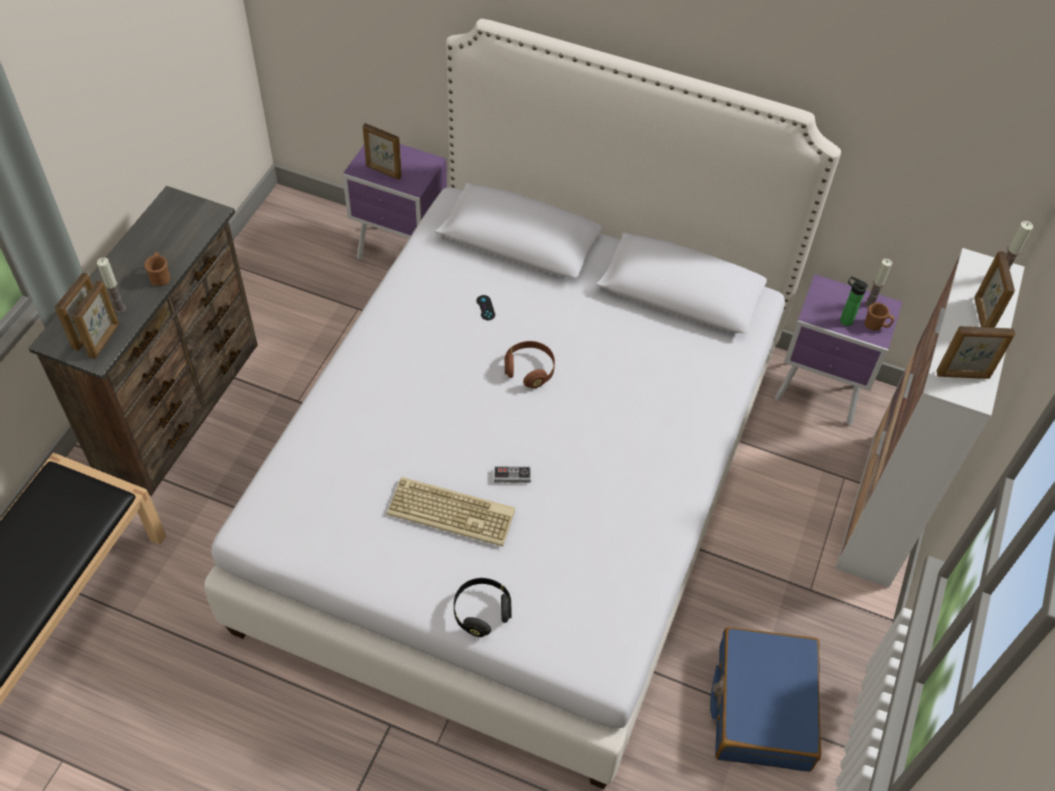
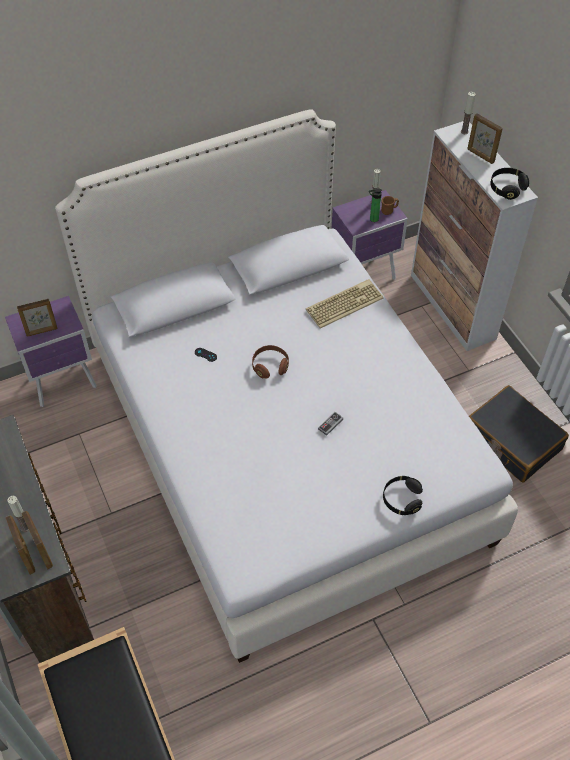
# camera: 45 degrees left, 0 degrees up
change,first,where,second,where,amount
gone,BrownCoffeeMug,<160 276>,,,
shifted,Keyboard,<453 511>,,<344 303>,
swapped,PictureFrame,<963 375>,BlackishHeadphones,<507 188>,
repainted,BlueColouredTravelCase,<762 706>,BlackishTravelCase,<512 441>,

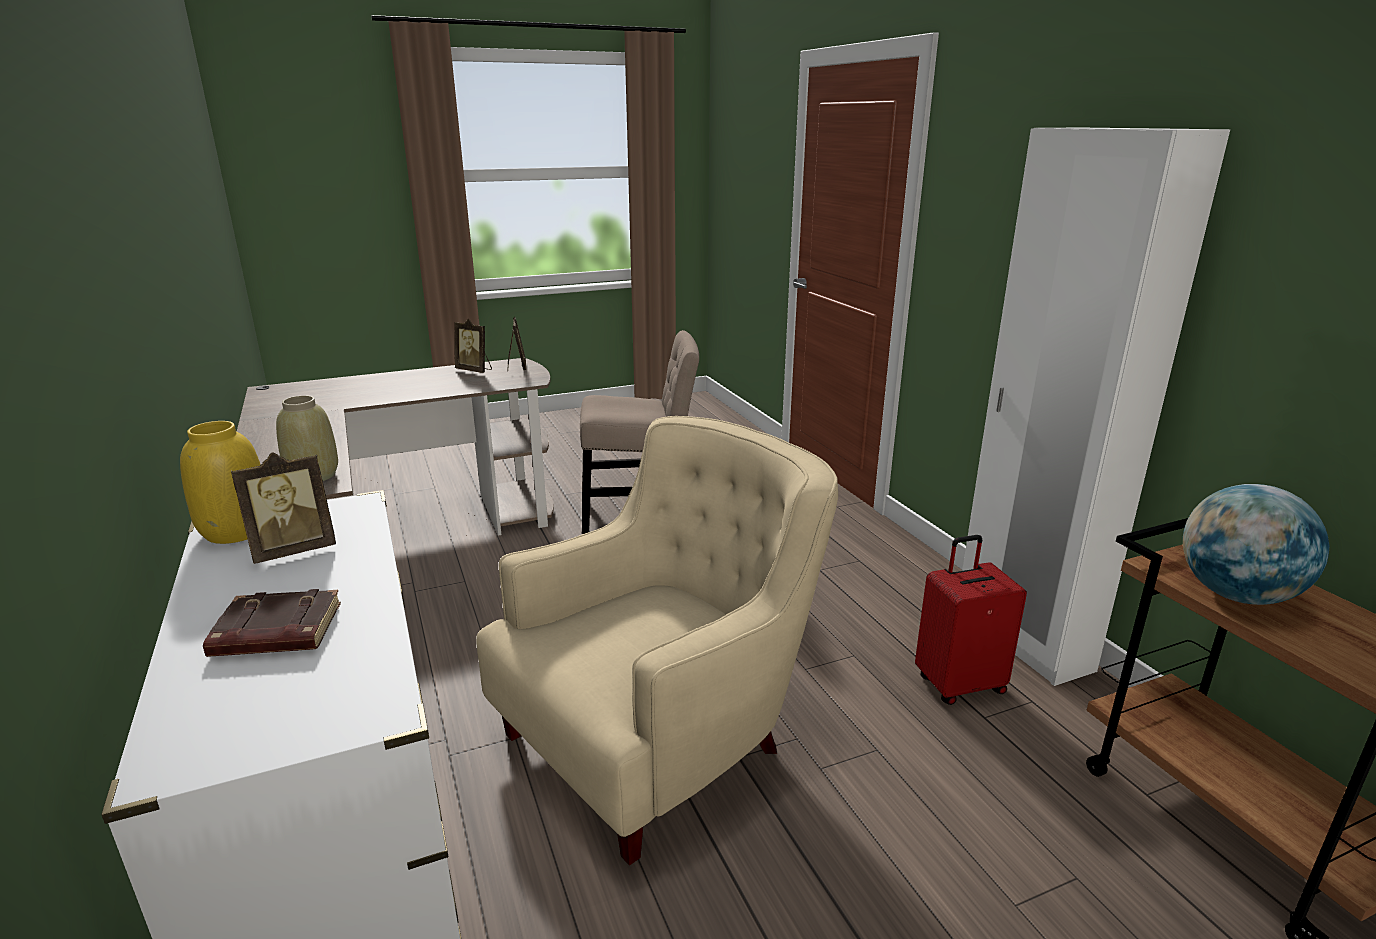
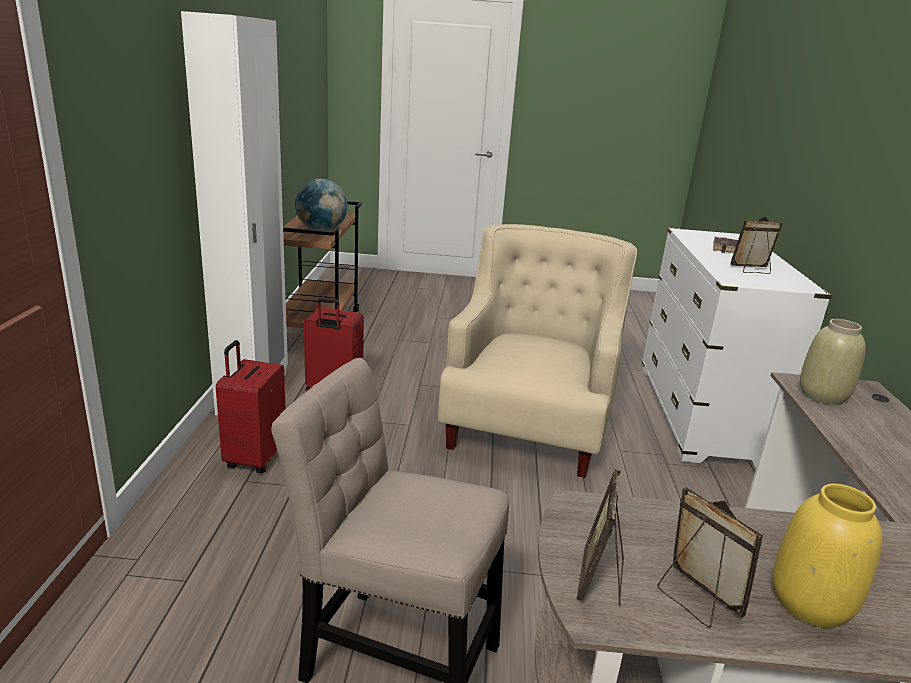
# camera: 155 degrees left, 0 degrees up
change,first,where,second,where,amount
new,,,RedColouredTravelCase,<254 458>,
shifted,YellowishVase,<238 530>,,<809 603>,
rotated,BeigeColouredLoungeChair,<662 735>,,<528 424>,120 degrees clockwise

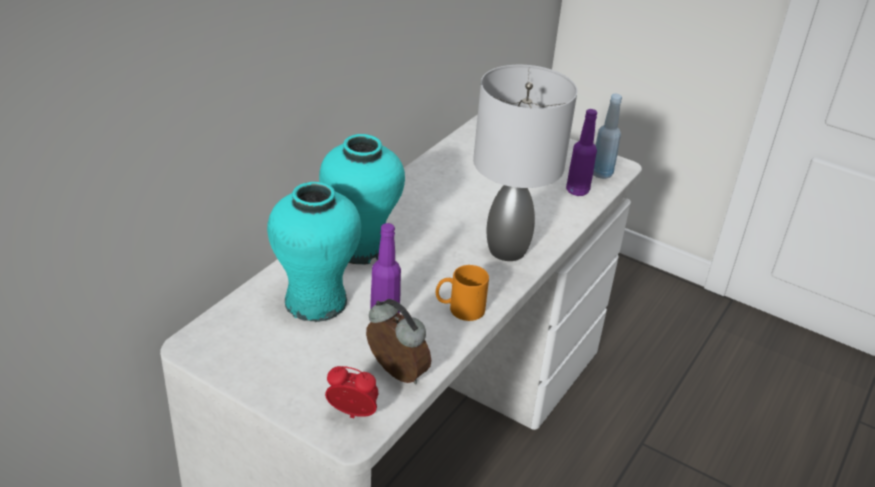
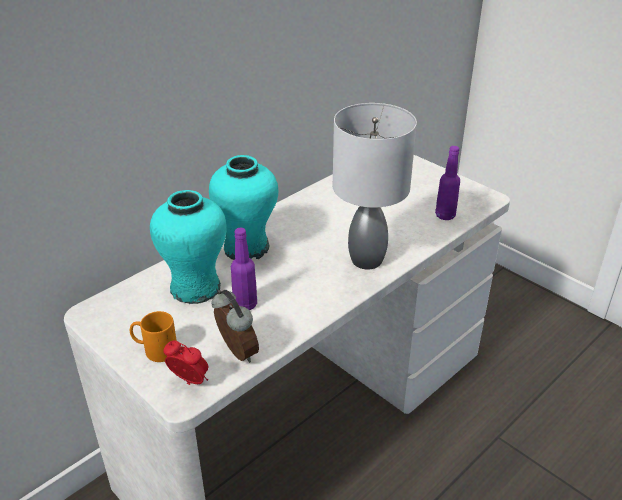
# camera: 15 degrees right, 0 degrees up
change,first,where,second,where,amount
gone,BlueColouredDrinkBottle,<601 174>,,,
shifted,OrangeCoffeeMug,<459 309>,,<154 350>,

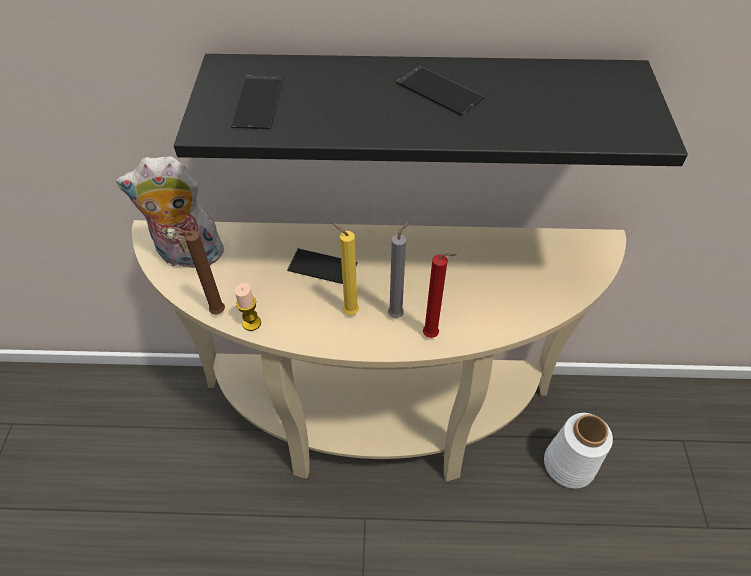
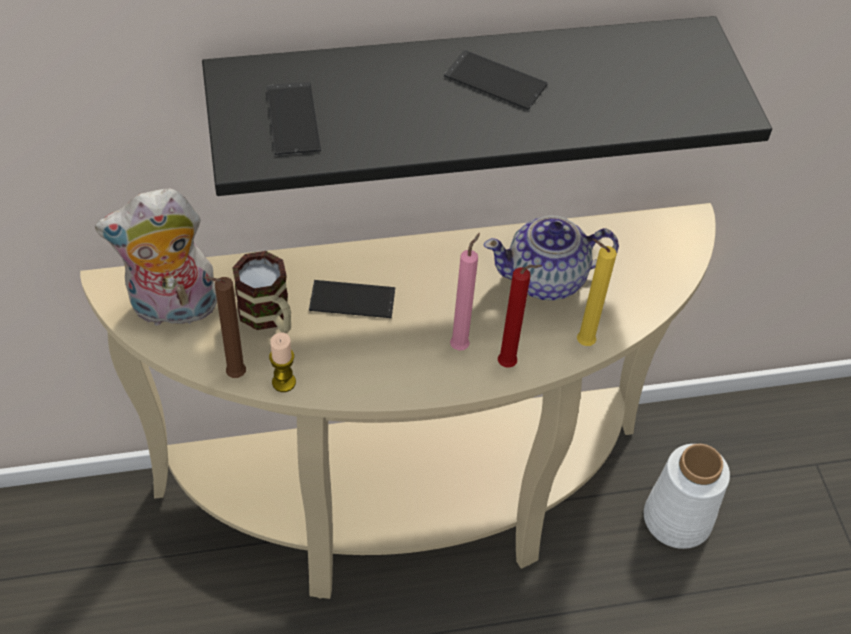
# camera: 15 degrees left, 0 degrees up
change,first,where,second,where,amount
new,,,CoffeeMug,<269 317>,
new,,,Teapot,<547 279>,
shifted,YellowishWaxLight,<348 311>,,<581 342>,
repainted,GreyishWaxLight,<397 314>,PinkWaxLight,<461 345>,

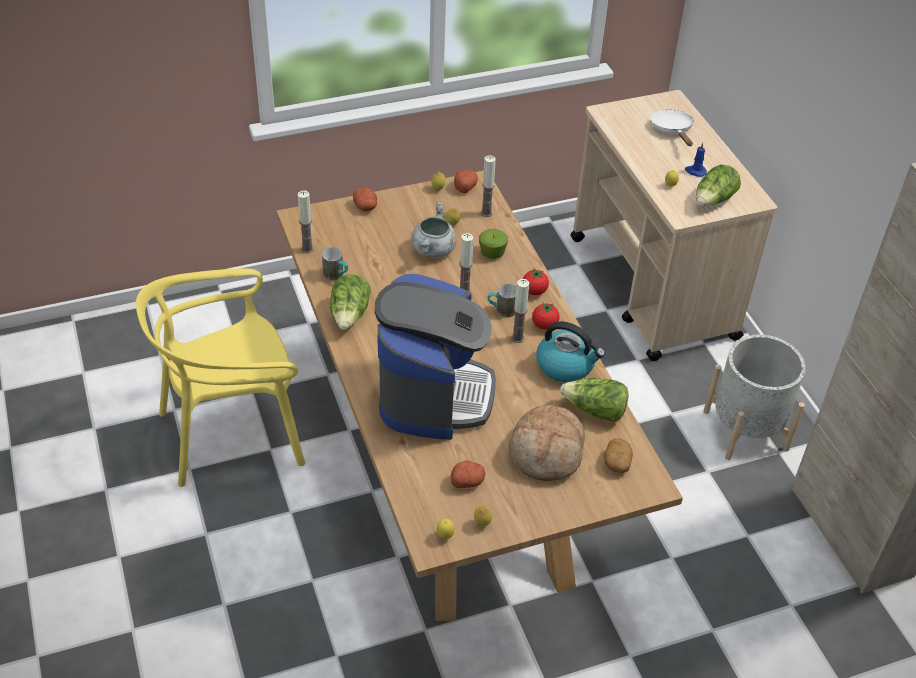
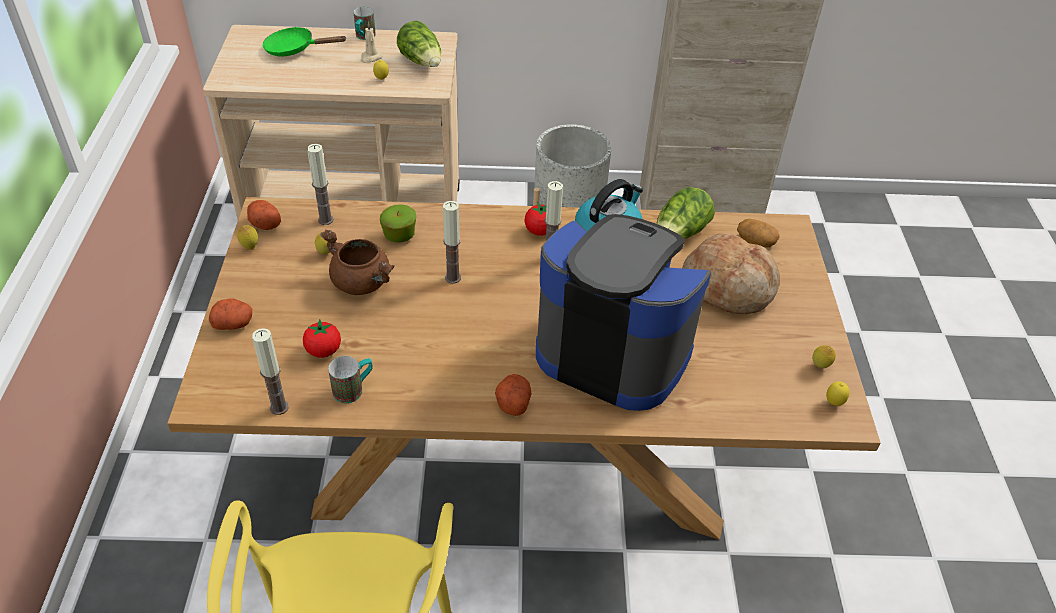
# camera: 70 degrees left, 0 degrees up
change,first,where,second,where,amount
gone,LettuceHead,<350 315>,,,
shifted,Potato,<467 481>,,<512 402>,
shifted,CoffeeMug,<501 310>,,<364 37>,
shifted,FreshTomato,<534 291>,,<323 350>,
repainted,GreyishStockpot,<434 250>,BrownStockpot,<363 283>,
repainted,WhitishFryingPan,<672 130>,GreenishFryingPan,<295 49>,
repainted,BlueColouredWaxLight,<695 171>,BeigeColouredWaxLight,<370 58>,

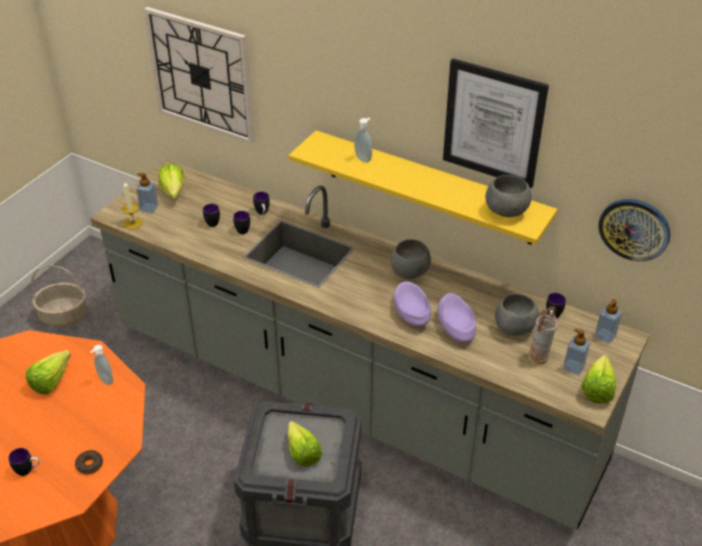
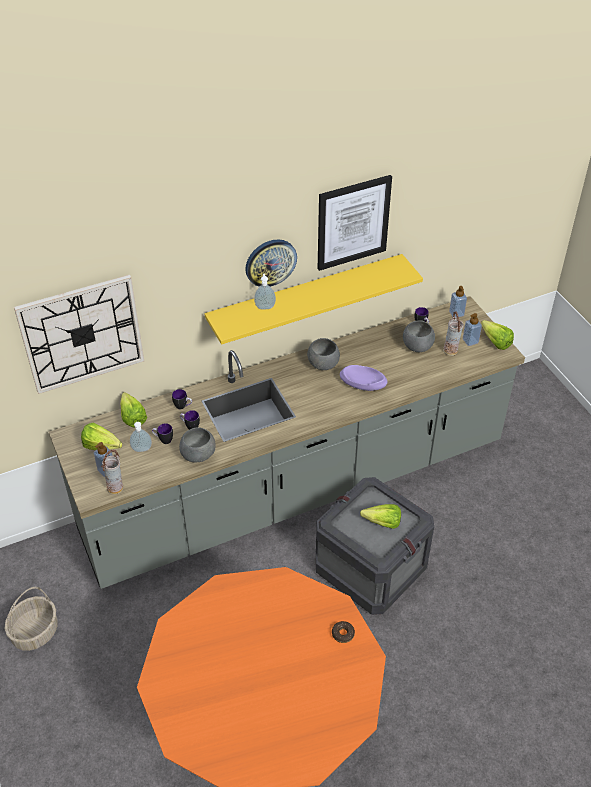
# camera: 55 degrees left, 5 degrees up
change,first,where,second,where,amount
gone,CoffeeMug,<28 470>,,,
gone,PurplishServingBowl,<455 327>,,,
shifted,LettuceHead,<55 379>,,<132 415>,
shifted,SoapBottle,<105 380>,,<142 450>,
shifted,GreyishServingBowl,<506 212>,,<198 455>,
shifted,ClockOnTheWall,<634 229>,,<270 262>,
swapped,WaxLight,<133 223>,Vase,<115 488>,

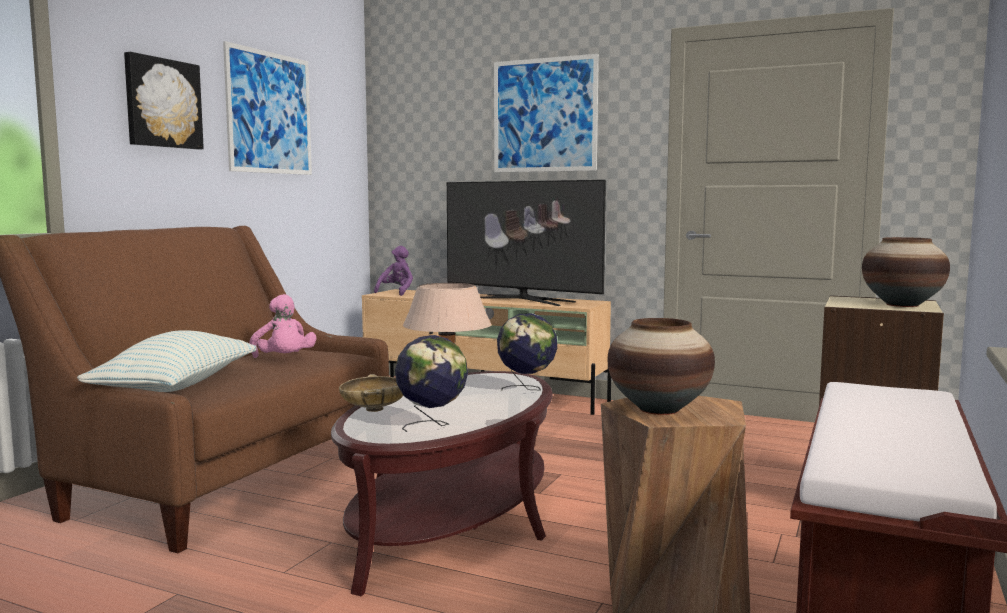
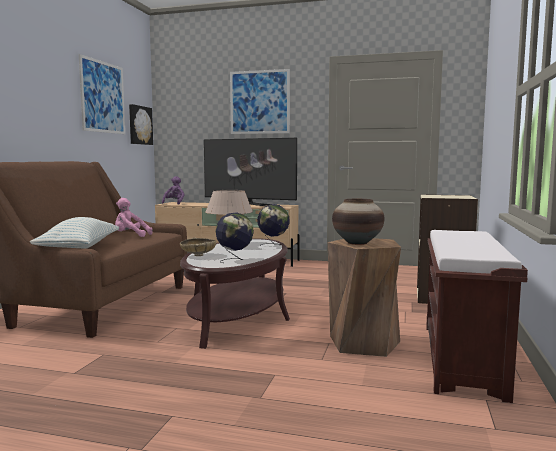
# camera: 10 degrees left, 0 degrees up
change,first,where,second,where,amount
gone,Vase,<902 305>,,,
shifted,WallPicture,<162 103>,,<139 125>,
rotated,PinkPlushToy,<284 360>,,<130 236>,135 degrees clockwise

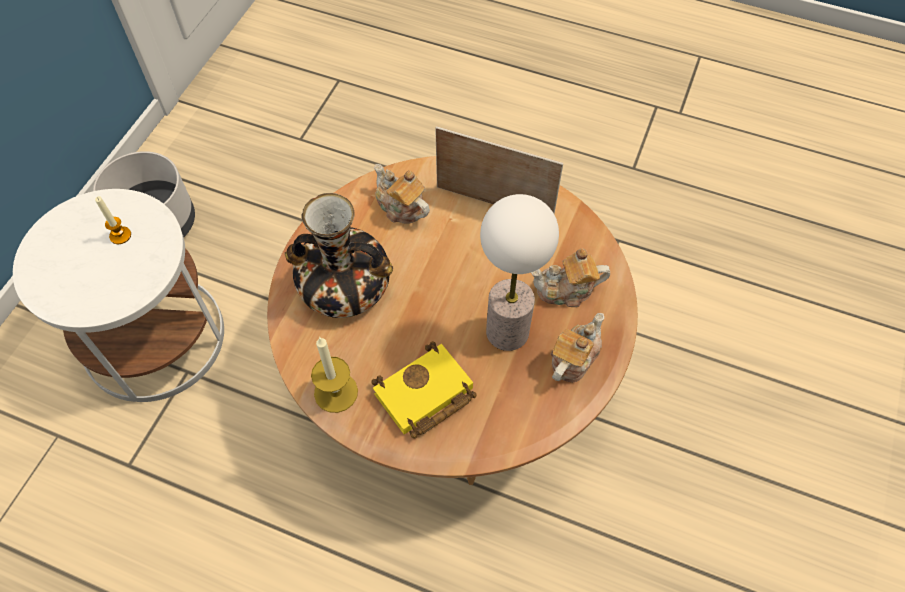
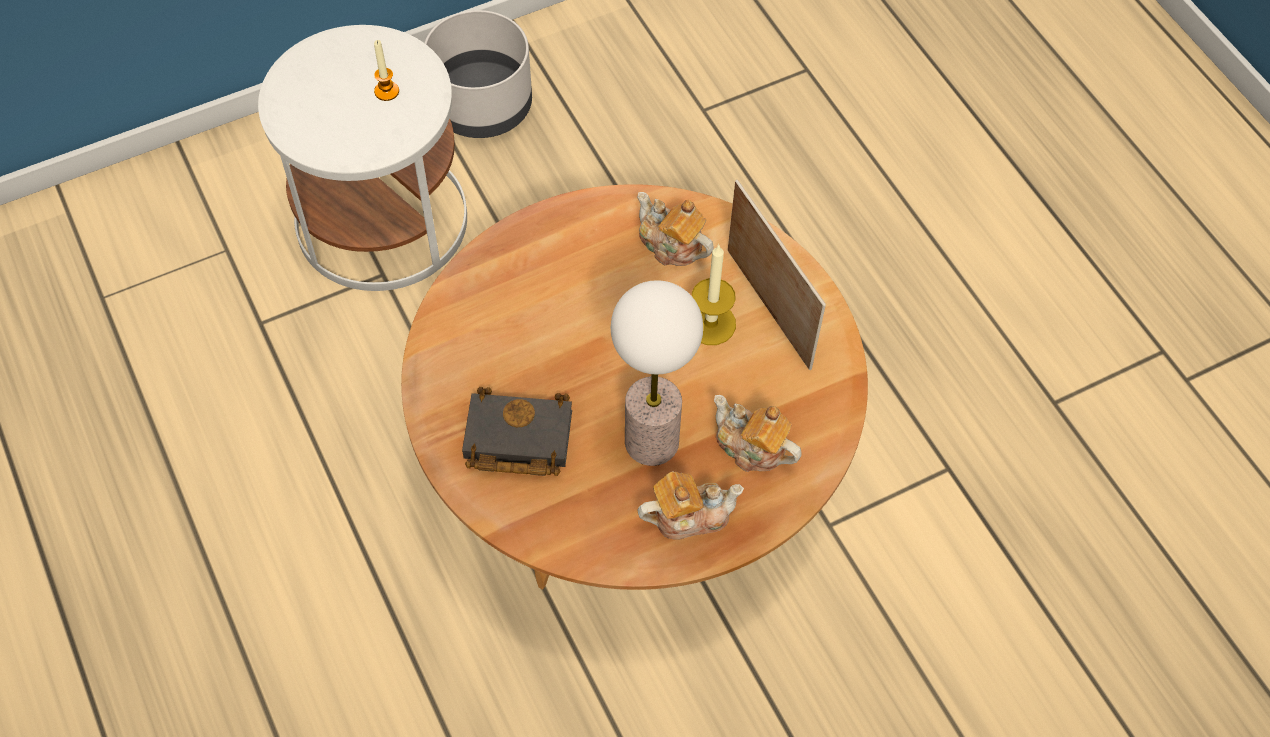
# camera: 40 degrees right, 0 degrees up
change,first,where,second,where,amount
gone,Vase,<346 286>,,,
shifted,WaxLight,<336 392>,,<710 323>,
repainted,YellowishVolume,<424 396>,BlackishVolume,<515 440>,
rotated,Teapot,<400 207>,,<671 245>,45 degrees counterclockwise

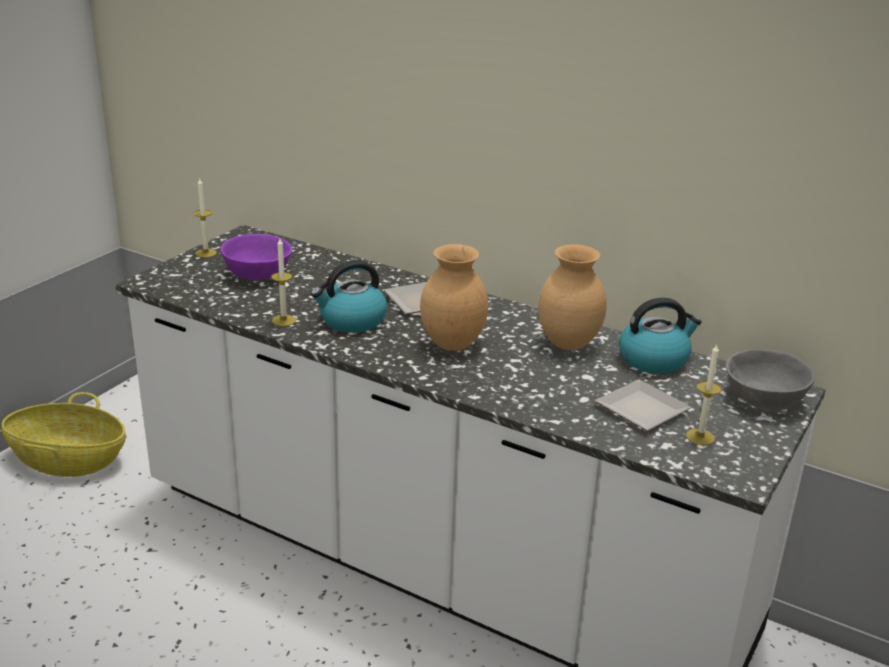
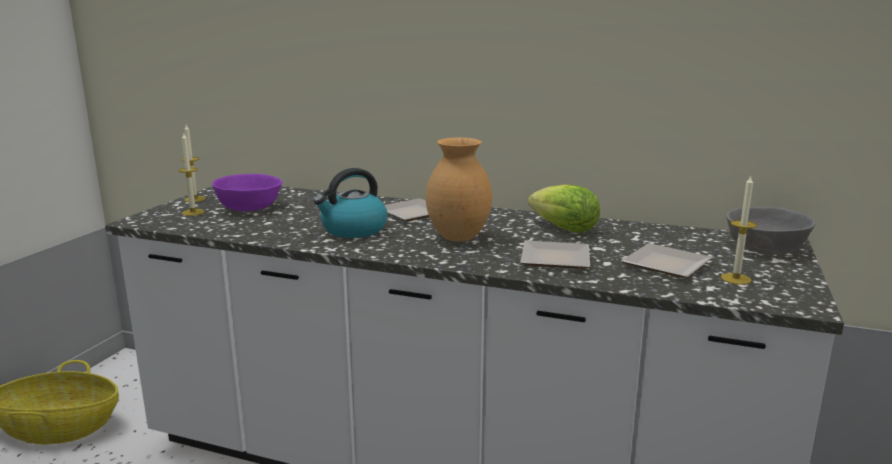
# camera: 10 degrees left, 10 degrees down
change,first,where,second,where,amount
gone,Kettle,<654 359>,,,
new,,,DinnerPlate,<557 260>,
shifted,WaxLight,<284 320>,,<193 212>,
swapped,BrownVase,<568 344>,LettuceHead,<564 229>,

